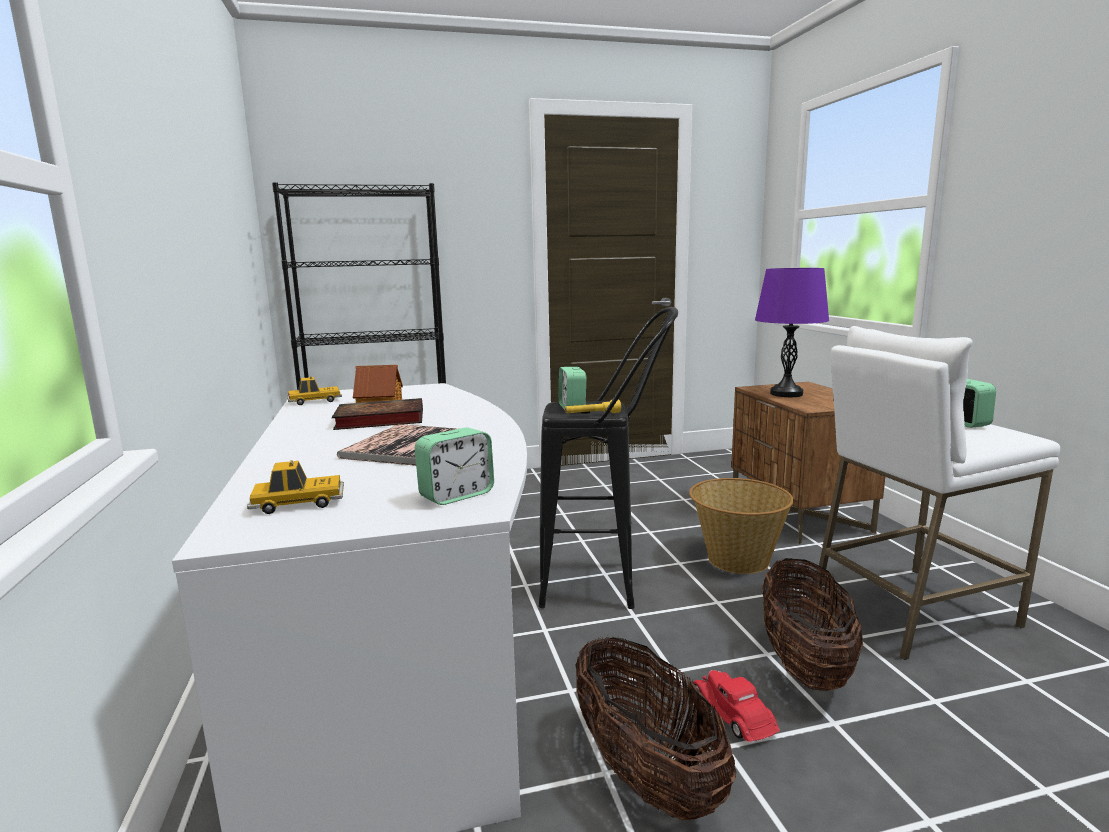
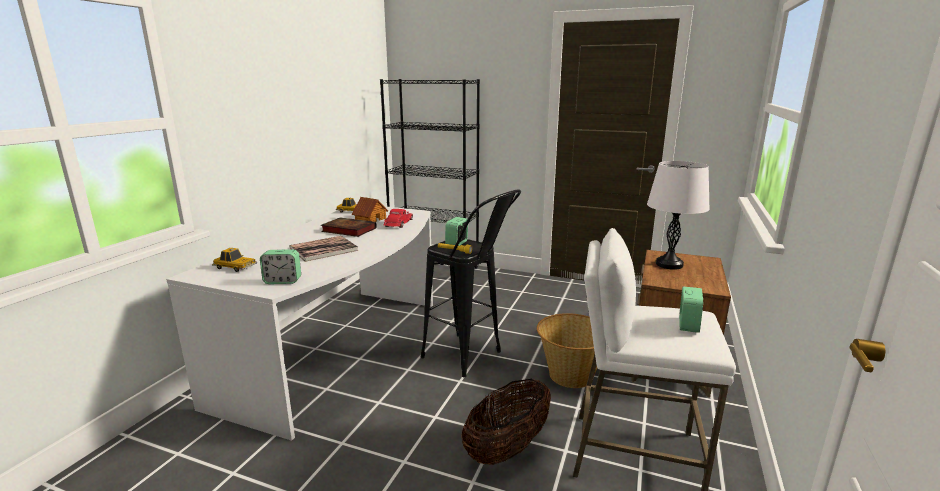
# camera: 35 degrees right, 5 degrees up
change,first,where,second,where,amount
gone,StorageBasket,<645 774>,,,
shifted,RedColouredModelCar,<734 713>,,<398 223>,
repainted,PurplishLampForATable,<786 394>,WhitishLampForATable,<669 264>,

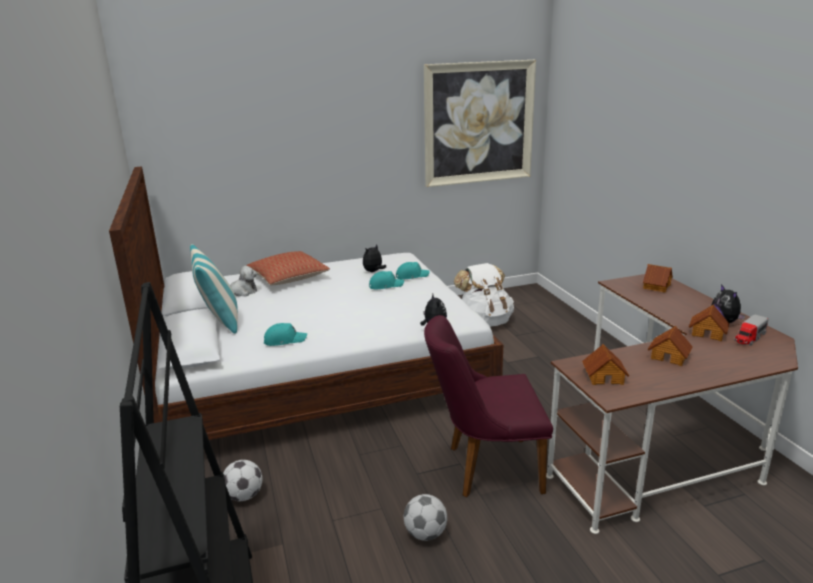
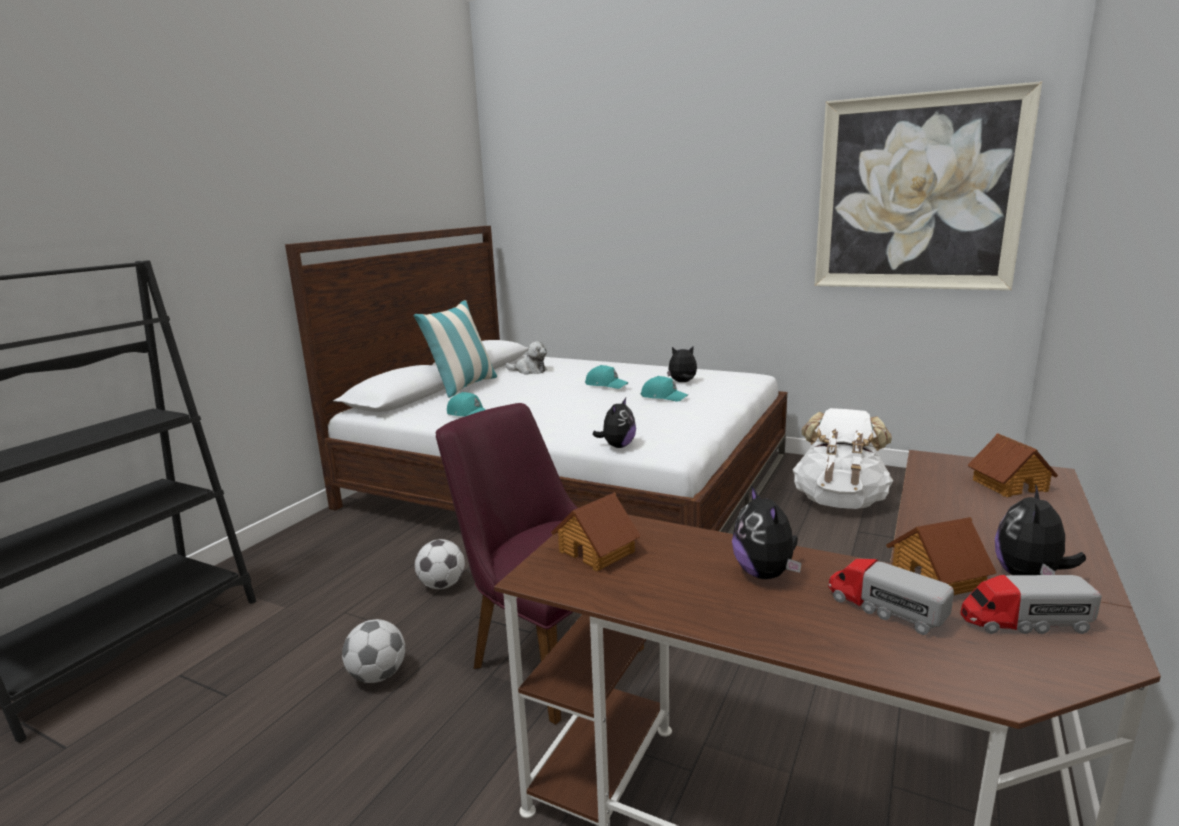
# camera: 45 degrees right, 5 degrees down
change,first,where,second,where,amount
gone,Cushion,<288 278>,,,
new,,,ToyTruck,<884 609>,
shifted,BallForFootball,<244 496>,,<442 585>,
shifted,TurquoiseCap,<411 276>,,<606 384>,
swapped,ToyHouse,<669 356>,PlushToy,<765 574>,

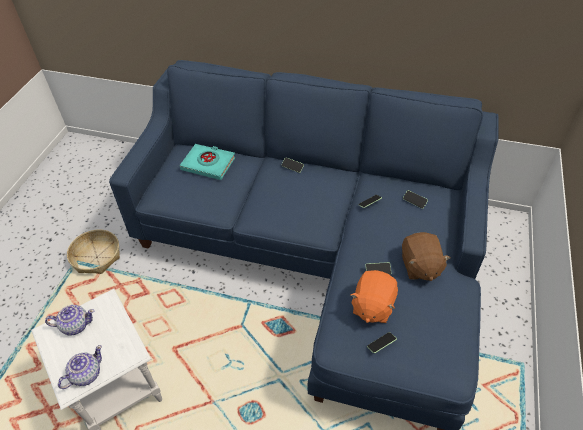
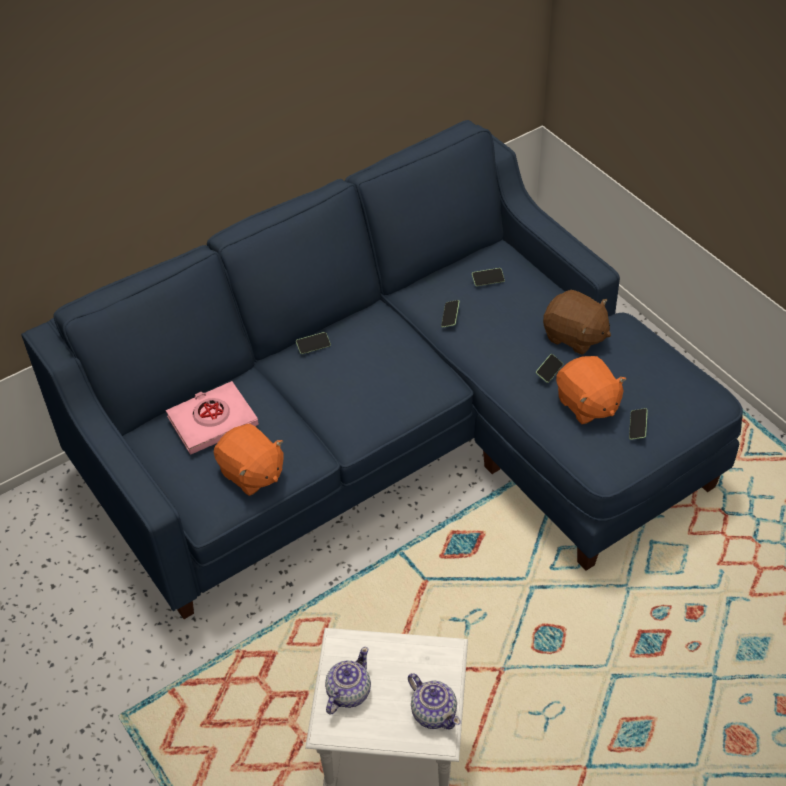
# camera: 50 degrees left, 0 degrees up
change,first,where,second,where,amount
gone,StorageBasket,<96 257>,,,
new,,,OrangePlushToy,<251 473>,
repainted,TurquoiseVolume,<208 164>,PinkVolume,<212 421>,
rotated,Teapot,<86 374>,,<434 712>,150 degrees clockwise

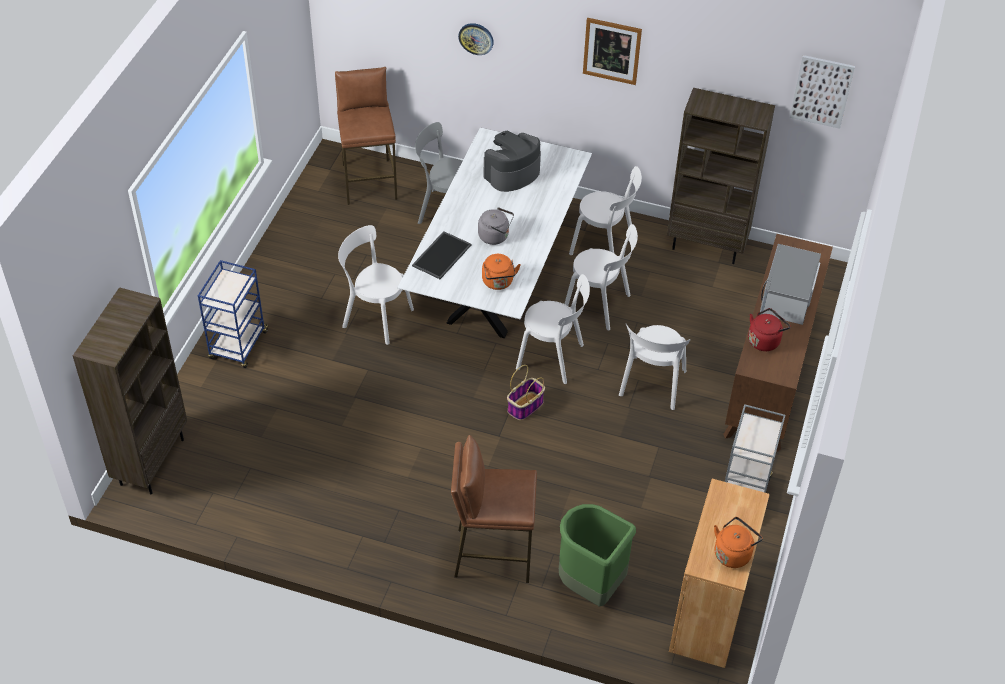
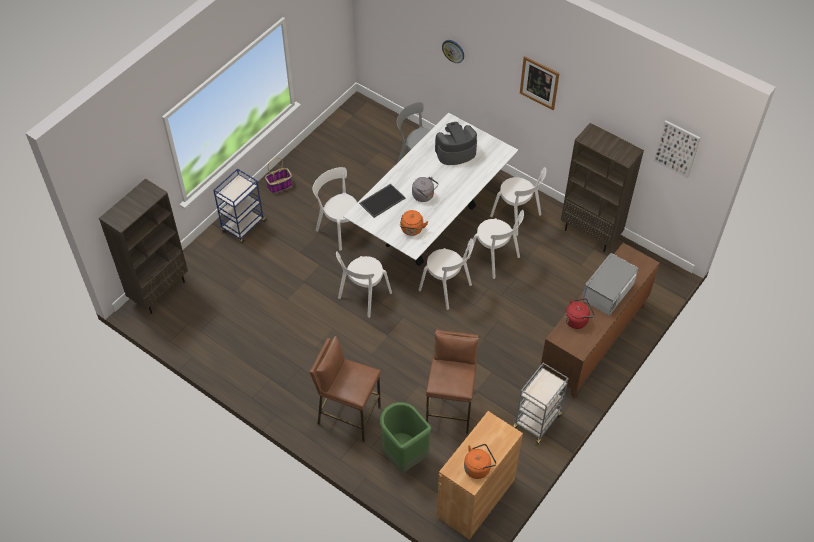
# camera: 20 degrees right, 5 degrees up
change,first,where,second,where,amount
shifted,BrownStoolSeat,<369 181>,,<450 408>,
shifted,StorageBasket,<525 407>,,<279 186>,
shifted,WhitishPlainChair,<651 385>,,<363 297>,

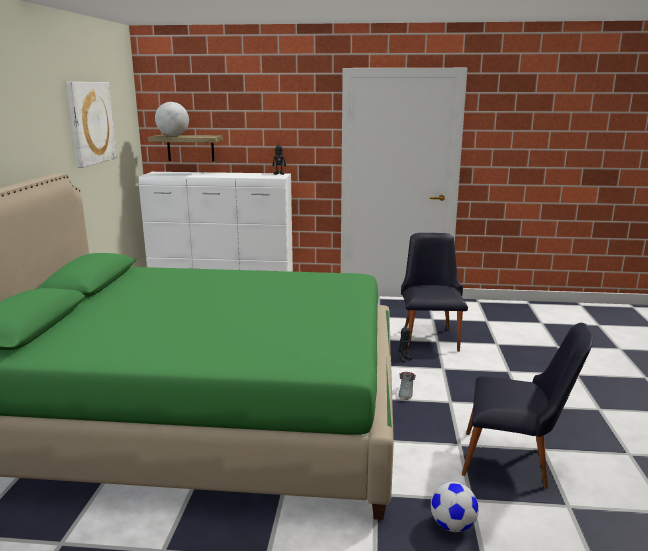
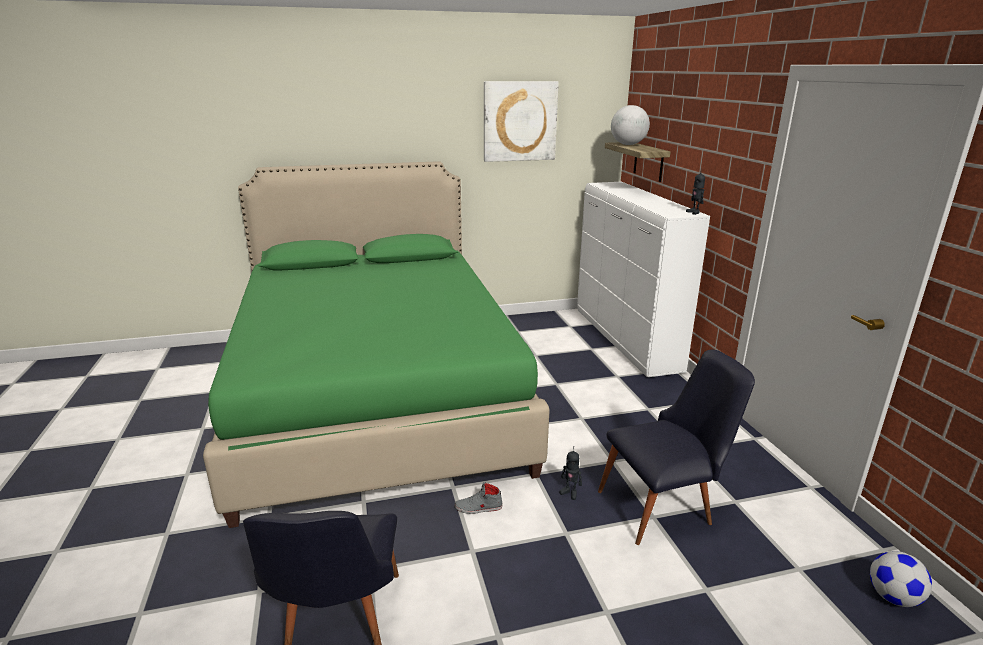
# camera: 70 degrees right, 5 degrees up
change,first,where,second,where,amount
shifted,BallForFootball,<452 525>,,<892 597>,

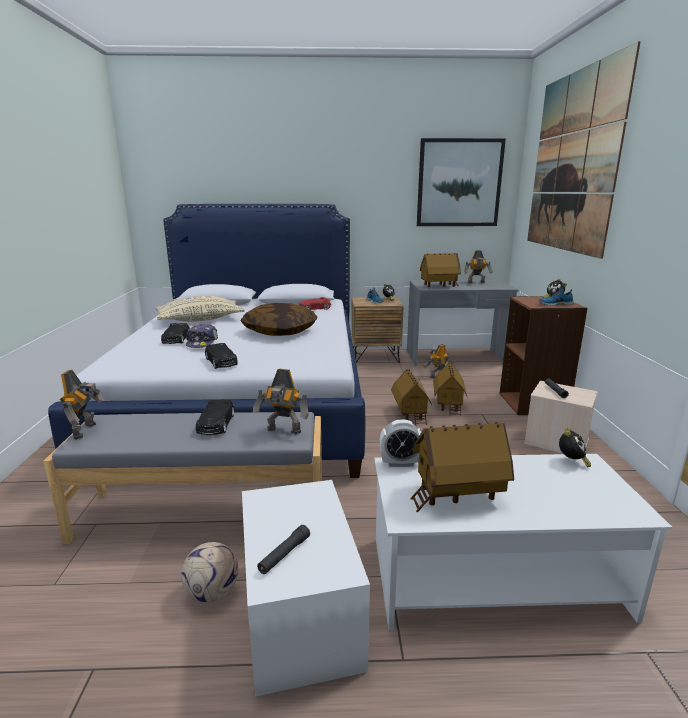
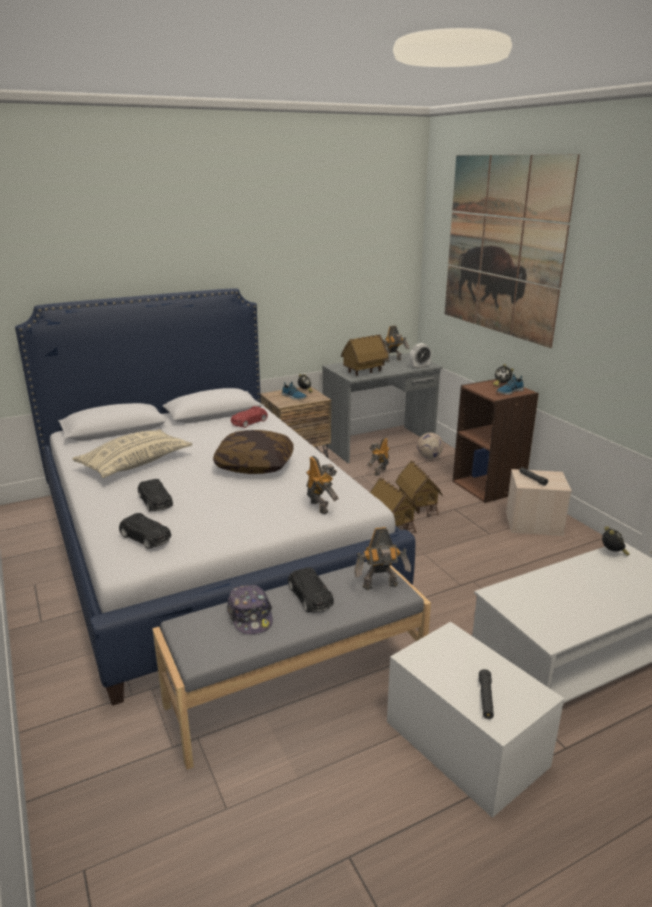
# camera: 25 degrees left, 5 degrees up
change,first,where,second,where,amount
gone,ToyHouse,<457 495>,,,
gone,WallPicture,<459 183>,,,
shifted,ModelRobot,<86 430>,,<320 506>,
shifted,BallForFootball,<213 592>,,<429 457>,
shifted,Cap,<202 342>,,<250 616>,
shifted,BlackishModelCar,<221 362>,,<146 537>,
shifted,AlarmClock,<400 463>,,<419 367>,

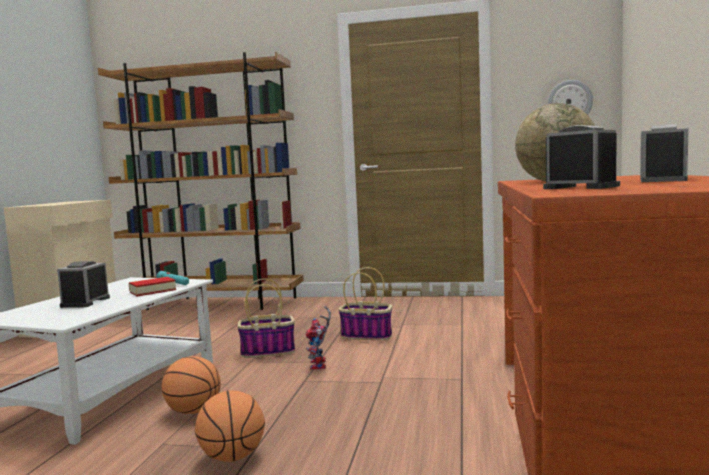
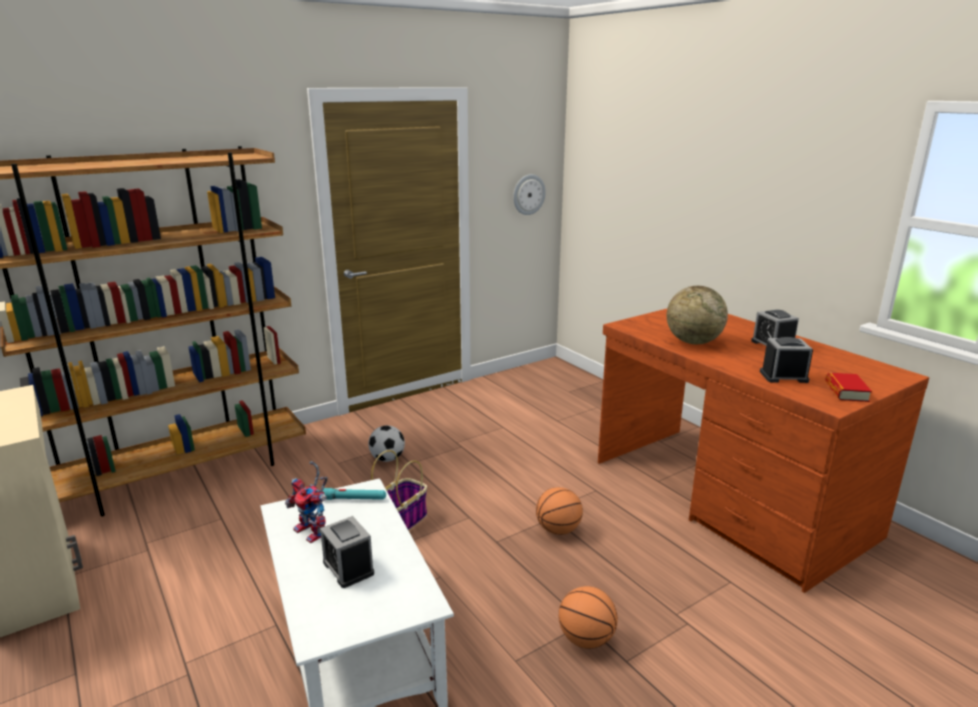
# camera: 45 degrees left, 15 degrees up
change,first,where,second,where,amount
gone,StorageBasket,<367 335>,,,
new,,,BallForFootball,<387 459>,
shifted,Volume,<152 291>,,<846 391>,
shifted,Basketball,<193 412>,,<558 530>,
shifted,ModelRobot,<320 365>,,<314 532>,

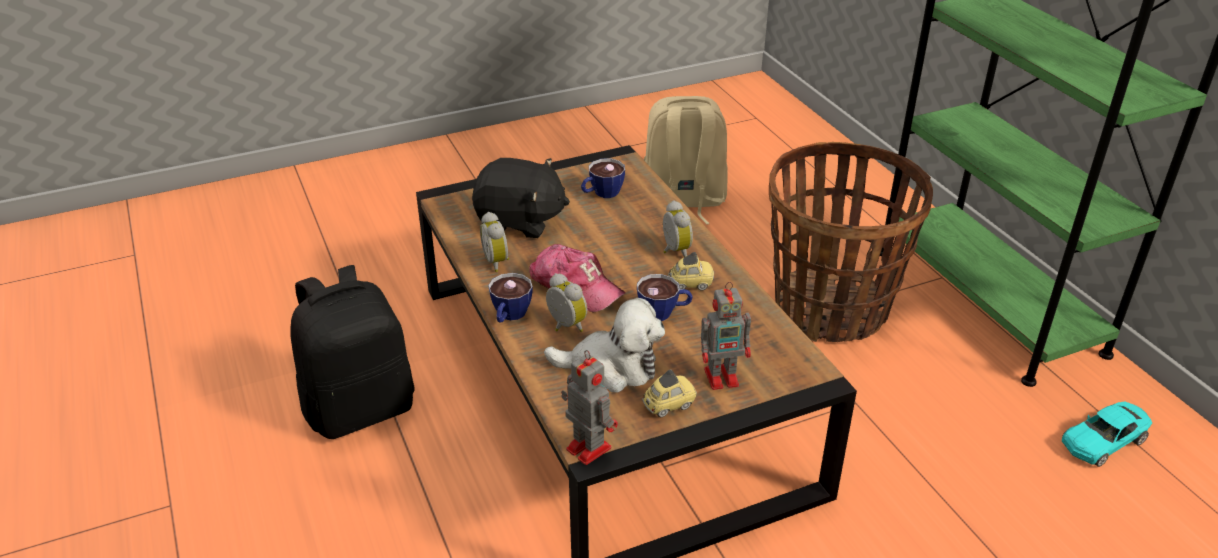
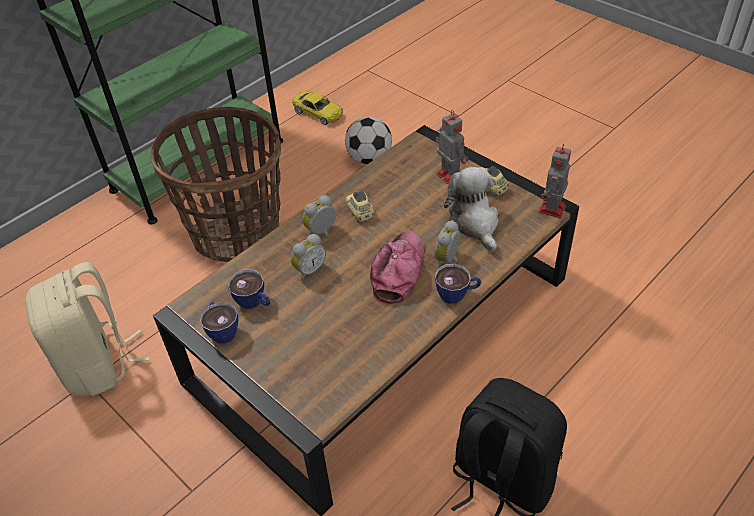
# camera: 110 degrees left, 10 degrees up
change,first,where,second,where,amount
gone,BlackishPlushToy,<520 222>,,,
new,,,BallForFootball,<369 159>,
shifted,AlarmClock,<498 262>,,<309 270>,
shifted,DrinkingCup,<664 313>,,<222 330>,
repainted,TurquoiseModelCar,<1103 441>,YellowishModelCar,<318 113>,

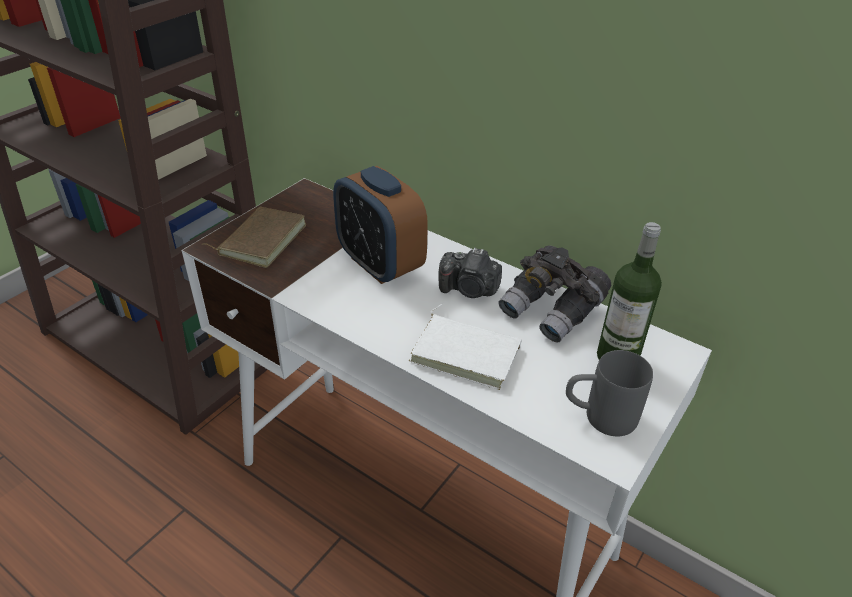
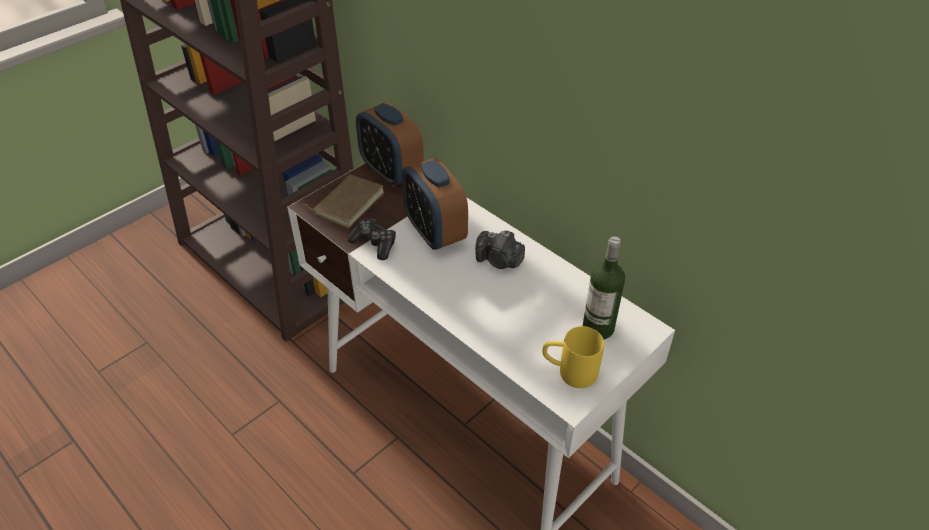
# camera: 10 degrees right, 5 degrees up
change,first,where,second,where,amount
gone,WhitishVolume,<467 352>,,,
gone,GreyishFieldGlasses,<552 311>,,,
new,,,Gamepad,<374 244>,
new,,,AlarmClock,<391 172>,
repainted,GreyishCoffeeMug,<599 417>,YellowishCoffeeMug,<569 372>,

